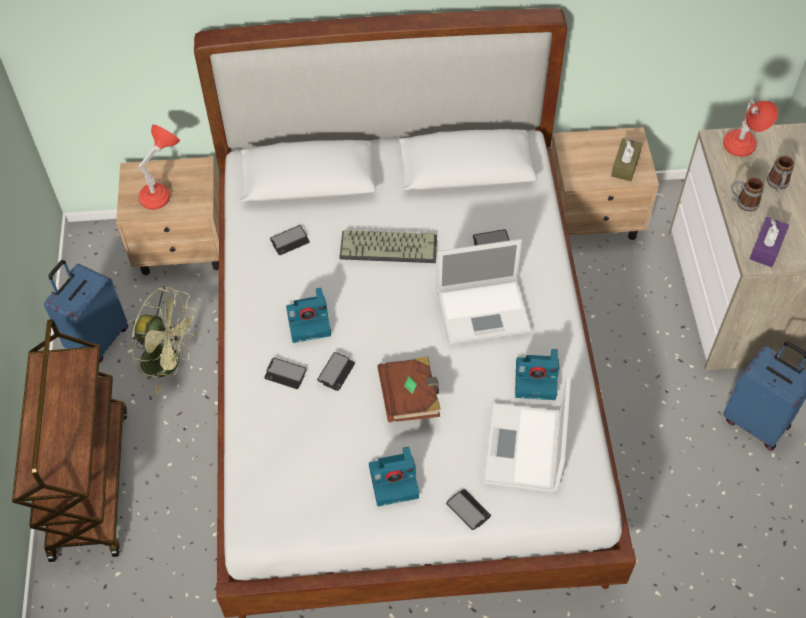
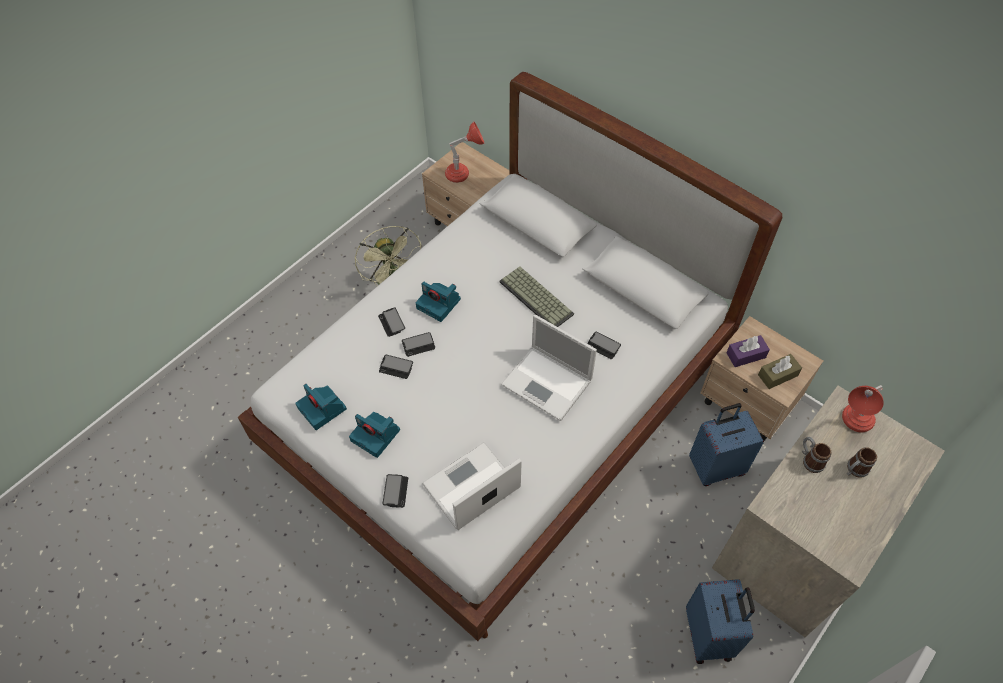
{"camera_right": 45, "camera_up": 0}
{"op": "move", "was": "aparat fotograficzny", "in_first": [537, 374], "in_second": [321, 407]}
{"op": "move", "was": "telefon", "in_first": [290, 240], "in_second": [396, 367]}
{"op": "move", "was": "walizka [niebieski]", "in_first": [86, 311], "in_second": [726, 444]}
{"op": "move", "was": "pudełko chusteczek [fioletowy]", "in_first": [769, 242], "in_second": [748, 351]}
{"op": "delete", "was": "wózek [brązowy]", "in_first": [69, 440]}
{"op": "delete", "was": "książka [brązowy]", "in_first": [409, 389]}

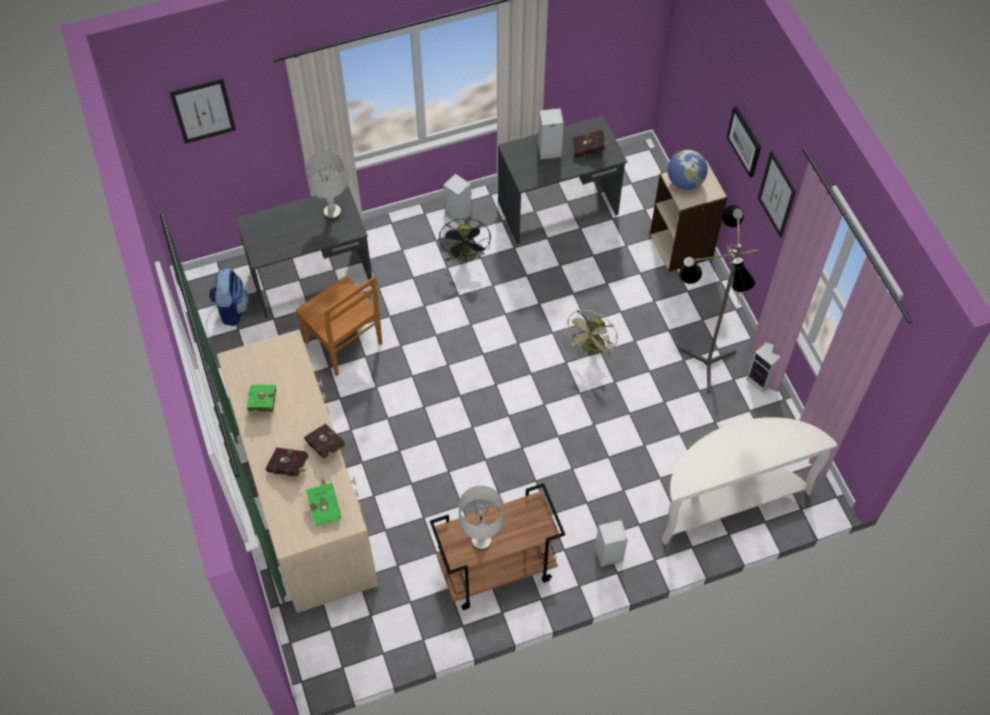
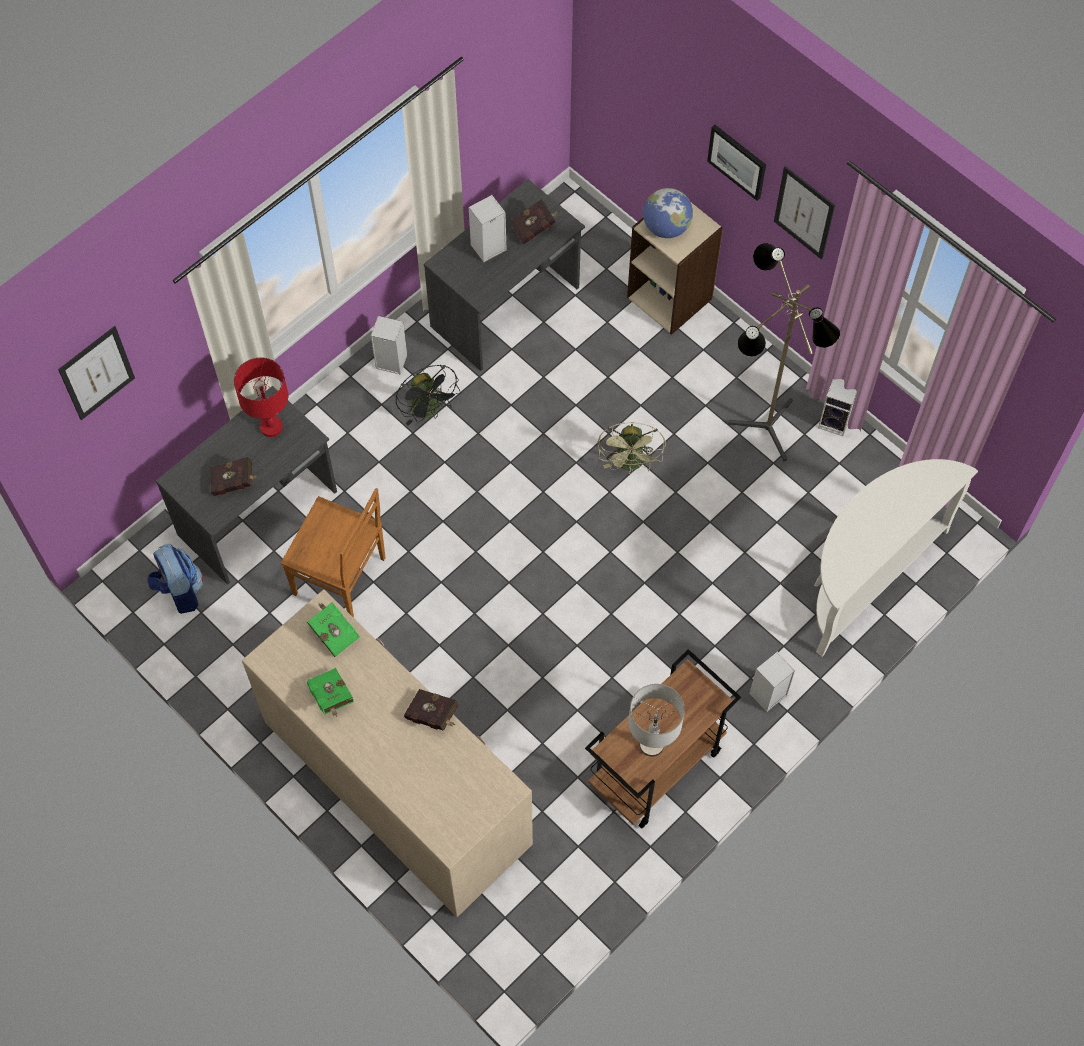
{"camera_right": -25, "camera_up": 5}
{"op": "move", "was": "książka [czerwony]", "in_first": [287, 462], "in_second": [234, 476]}
{"op": "recolor", "was": "lampa stołowa [szary]", "now": "lampa stołowa [czerwony]", "in_first": [326, 185], "in_second": [261, 397]}
{"op": "move", "was": "książka [zielony]", "in_first": [323, 502], "in_second": [333, 629]}

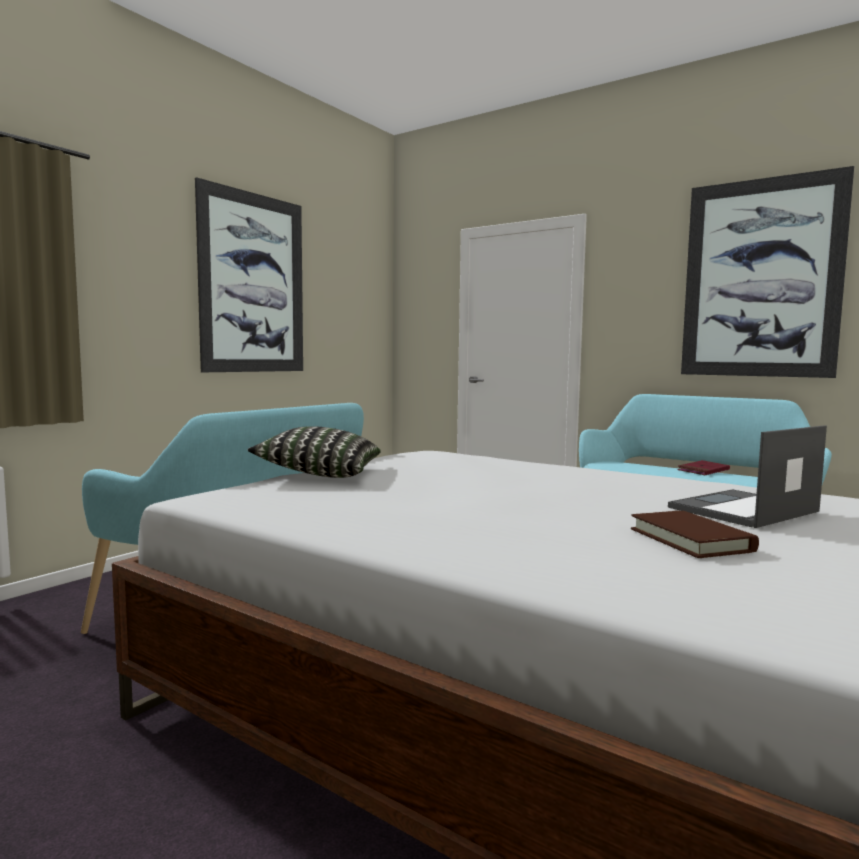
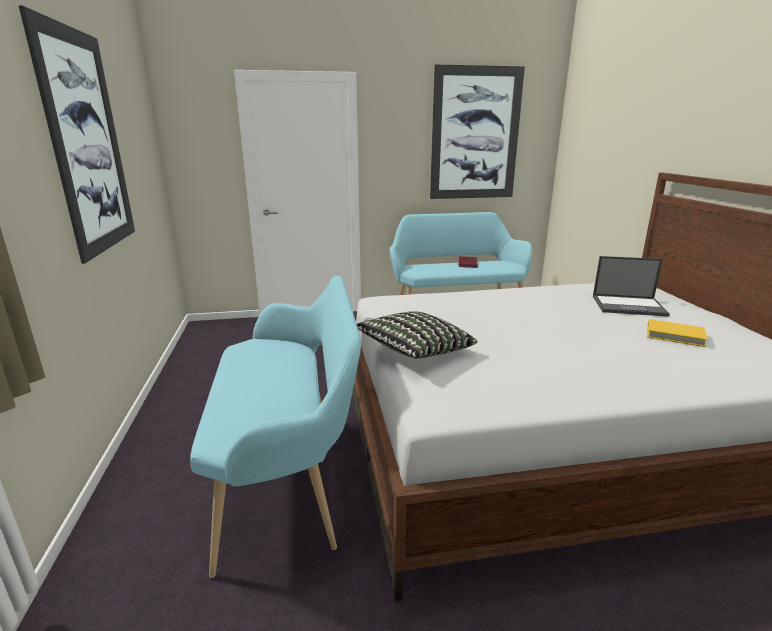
{"camera_right": -45, "camera_up": 15}
{"op": "rotate", "was": "laptop", "in_first": [747, 476], "in_second": [631, 286], "clockwise": -90}
{"op": "recolor", "was": "książka [brązowy]", "now": "książka [żółty]", "in_first": [695, 534], "in_second": [677, 333]}

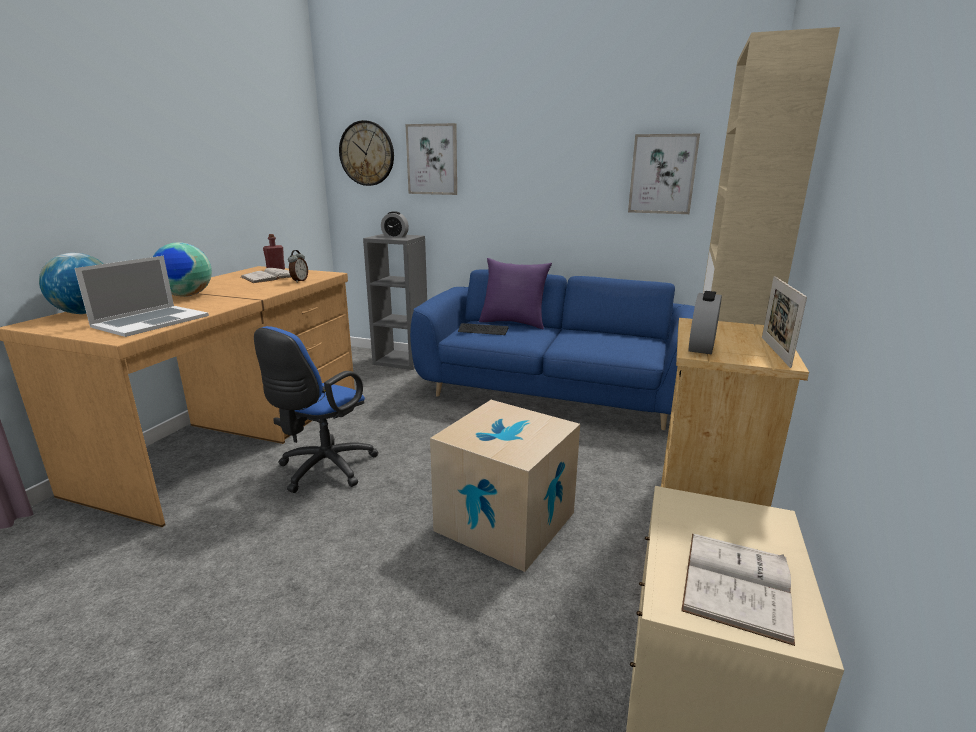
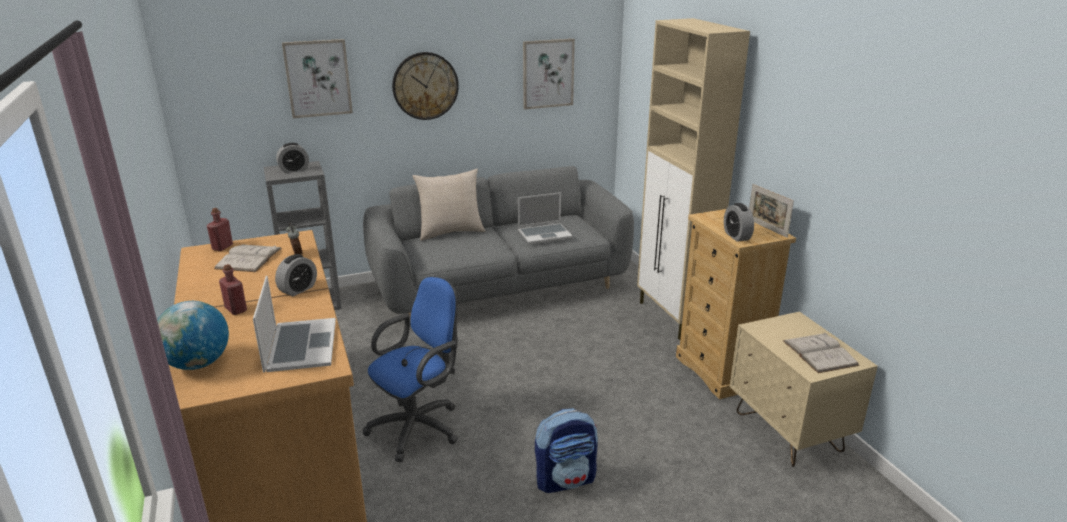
{"camera_right": -40, "camera_up": 5}
{"op": "replace", "was": "globus", "now": "butelka [czerwony]", "in_first": [182, 269], "in_second": [233, 289]}
{"op": "insert", "now": "budzik", "in_second": [296, 275]}
{"op": "recolor", "was": "kanapa [niebieski]", "now": "kanapa [szary]", "in_first": [552, 350], "in_second": [498, 241]}
{"op": "rotate", "was": "krzesło biurowe [niebieski]", "in_first": [316, 409], "in_second": [410, 369], "clockwise": -120}
{"op": "move", "was": "zegar ścienny", "in_first": [366, 153], "in_second": [425, 86]}
{"op": "recolor", "was": "poduszka [fioletowy]", "now": "poduszka [beżowy]", "in_first": [515, 293], "in_second": [449, 204]}
{"op": "insert", "now": "laptop", "in_second": [545, 218]}
{"op": "insert", "now": "plecak", "in_second": [566, 450]}
{"op": "delete", "was": "karton", "in_first": [505, 486]}
{"op": "delete", "was": "klawiatura", "in_first": [483, 329]}

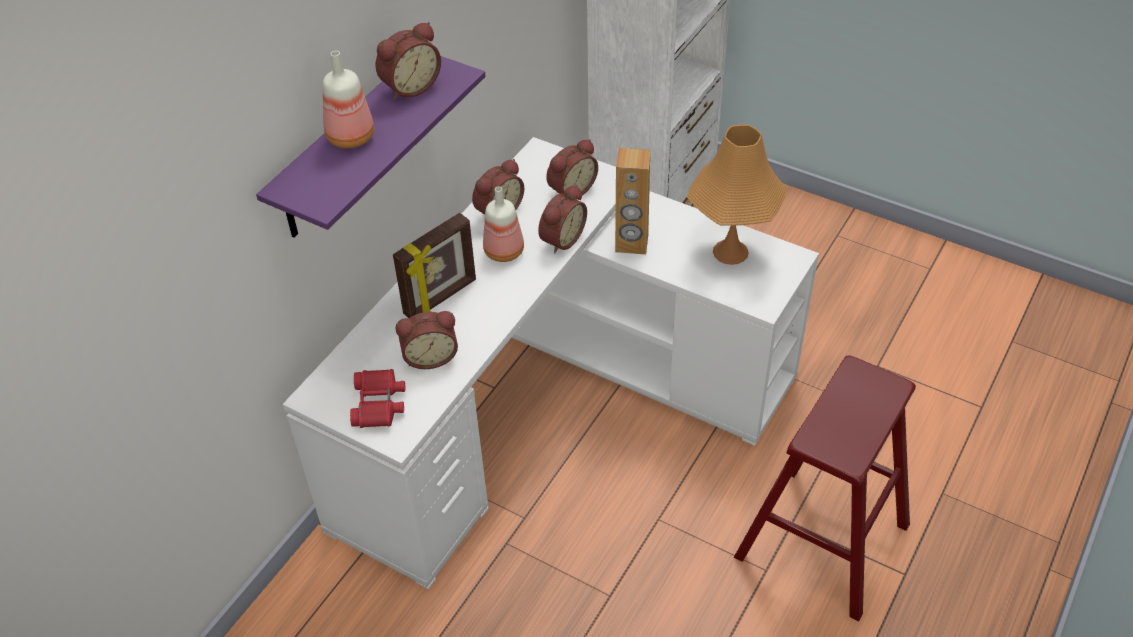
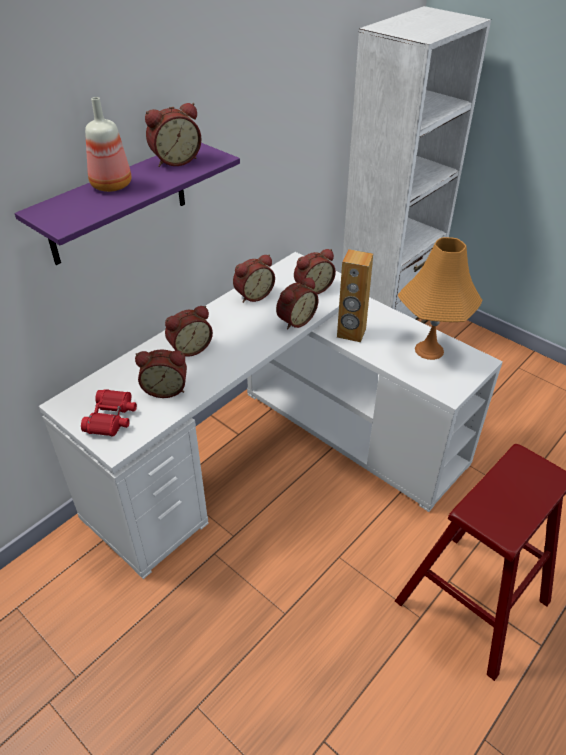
{"camera_right": 10, "camera_up": -5}
{"op": "replace", "was": "ramka na zdjęcie", "now": "budzik", "in_first": [434, 265], "in_second": [189, 331]}
{"op": "delete", "was": "butelka", "in_first": [503, 224]}

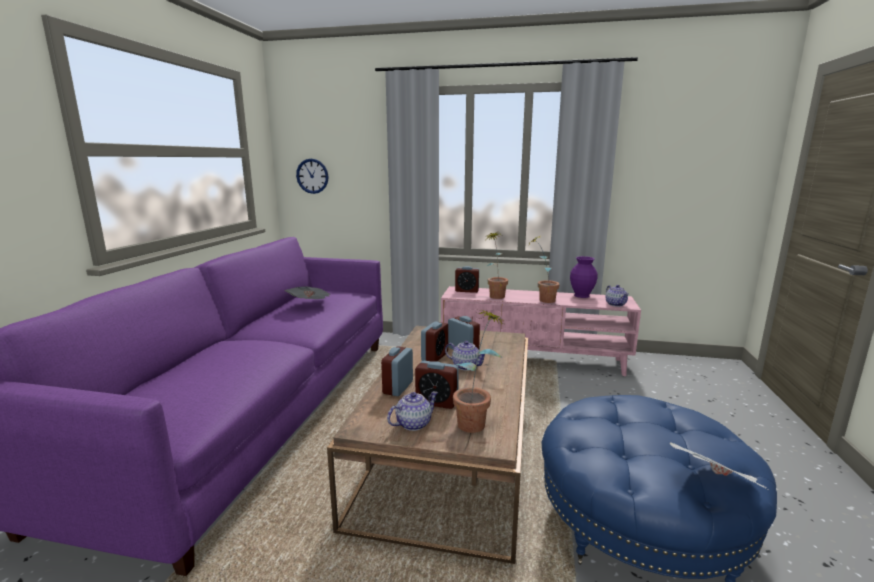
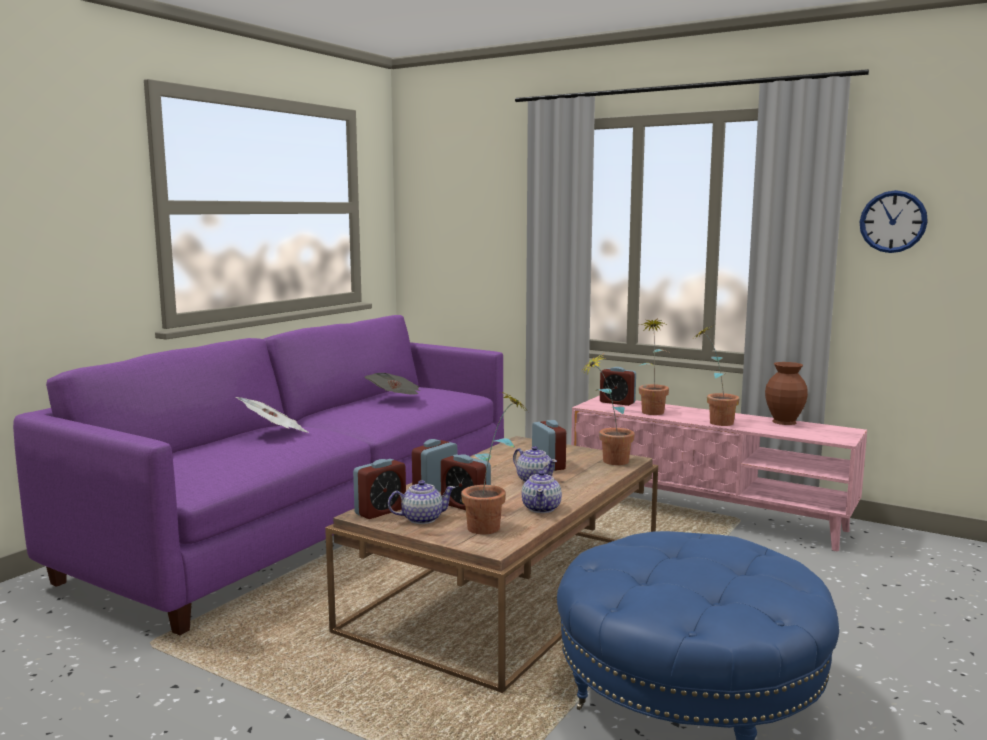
{"camera_right": 20, "camera_up": -5}
{"op": "move", "was": "gazeta", "in_first": [720, 467], "in_second": [273, 415]}
{"op": "move", "was": "budzik", "in_first": [434, 341], "in_second": [379, 489]}
{"op": "move", "was": "imbryk", "in_first": [617, 296], "in_second": [542, 492]}
{"op": "insert", "now": "roślina doniczkowa", "in_second": [608, 410]}
{"op": "recolor", "was": "wazon [fioletowy]", "now": "wazon [brązowy]", "in_first": [584, 277], "in_second": [786, 393]}
{"op": "move", "was": "zegar ścienny", "in_first": [312, 176], "in_second": [894, 221]}

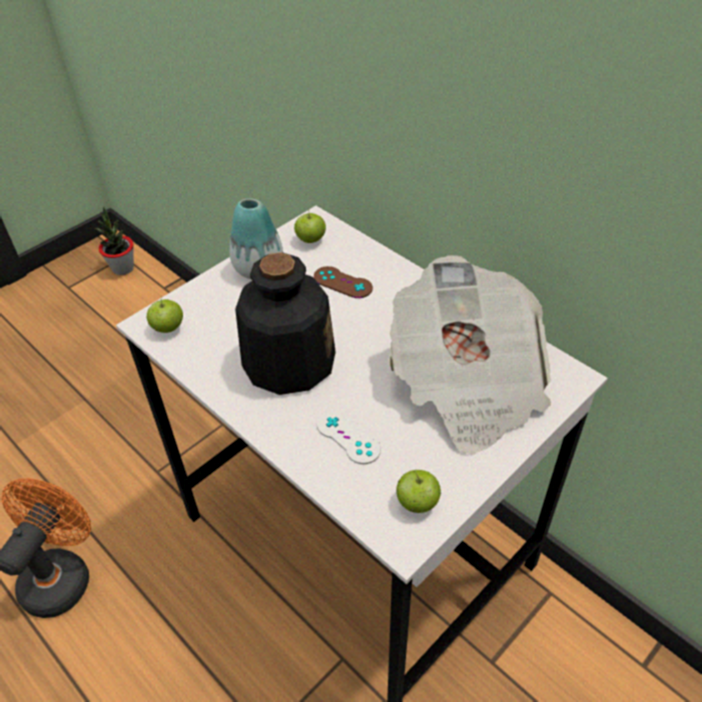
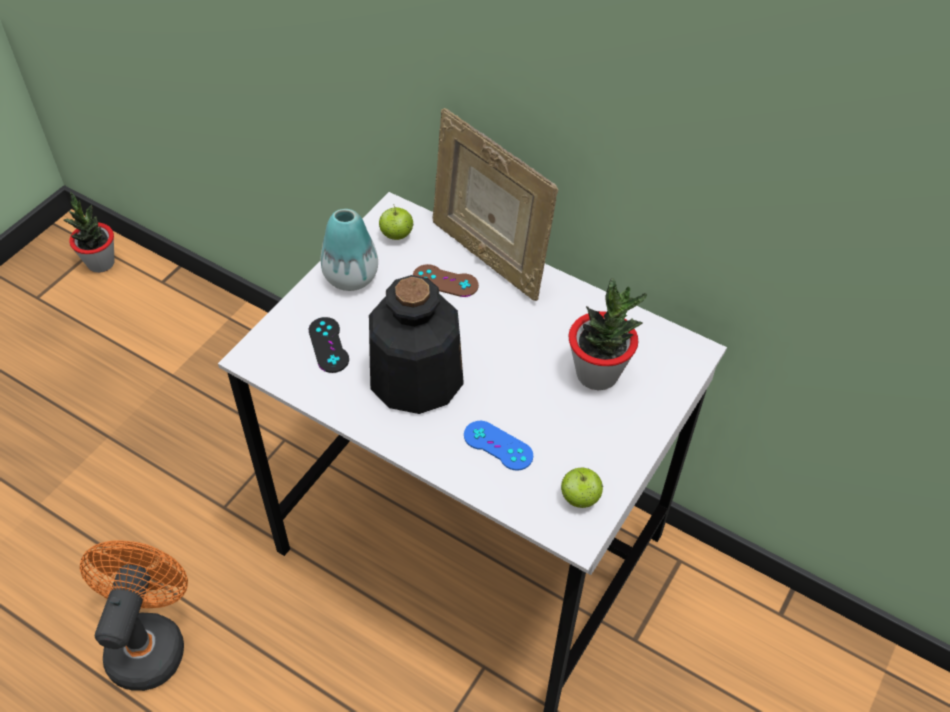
{"camera_right": -15, "camera_up": 5}
{"op": "insert", "now": "pad do gier [czarny]", "in_second": [329, 345]}
{"op": "insert", "now": "ramka na zdjęcie", "in_second": [495, 204]}
{"op": "recolor", "was": "pad do gier [biały]", "now": "pad do gier [niebieski]", "in_first": [349, 437], "in_second": [498, 446]}
{"op": "replace", "was": "gazeta", "now": "roślina doniczkowa", "in_first": [469, 355], "in_second": [608, 334]}
{"op": "delete", "was": "jabłko", "in_first": [164, 316]}

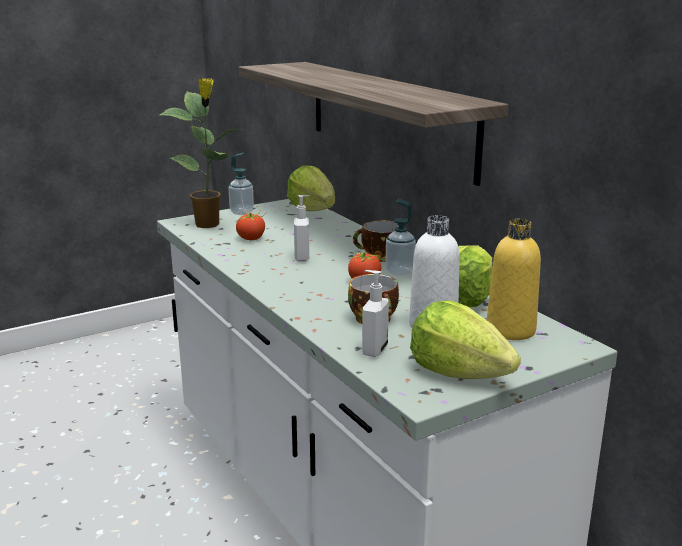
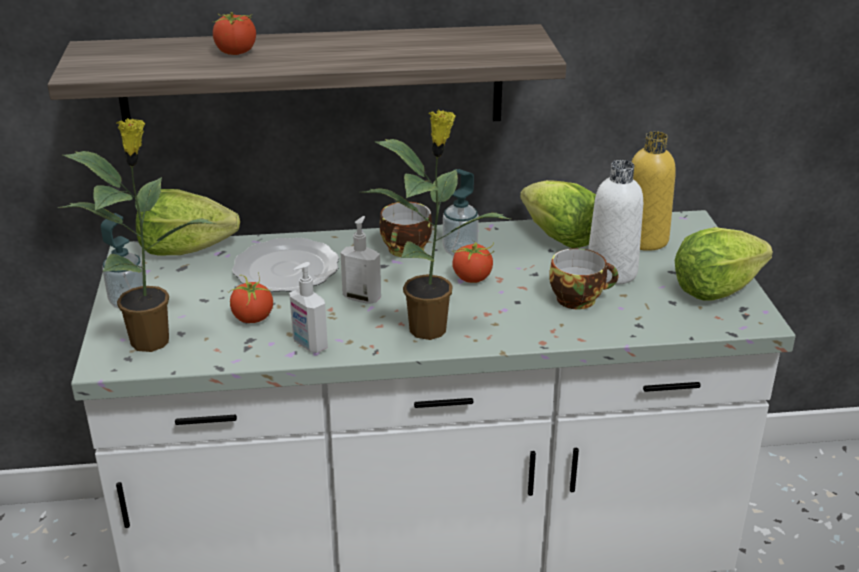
{"camera_right": -65, "camera_up": 10}
{"op": "insert", "now": "pomidor", "in_second": [234, 33]}
{"op": "insert", "now": "talerz", "in_second": [285, 265]}
{"op": "move", "was": "dozownik mydła", "in_first": [375, 313], "in_second": [308, 307]}
{"op": "insert", "now": "roślina doniczkowa", "in_second": [435, 225]}

